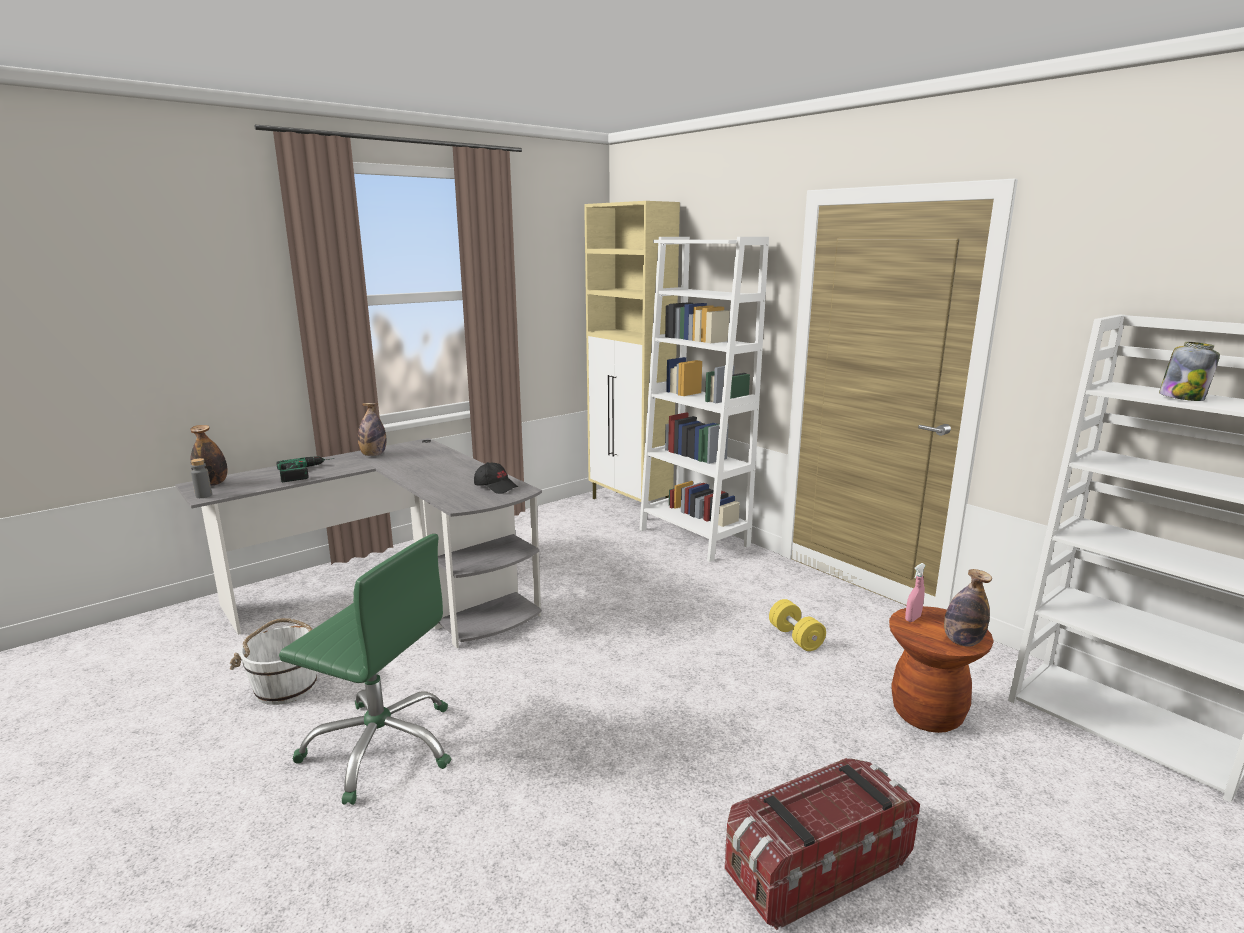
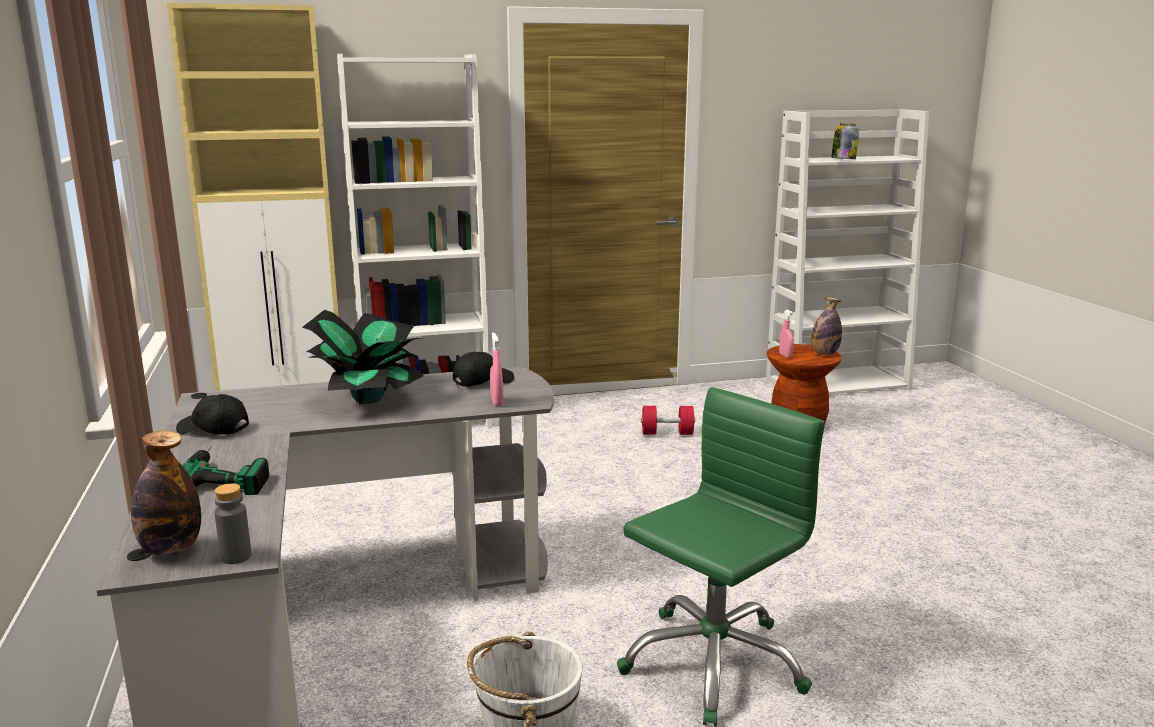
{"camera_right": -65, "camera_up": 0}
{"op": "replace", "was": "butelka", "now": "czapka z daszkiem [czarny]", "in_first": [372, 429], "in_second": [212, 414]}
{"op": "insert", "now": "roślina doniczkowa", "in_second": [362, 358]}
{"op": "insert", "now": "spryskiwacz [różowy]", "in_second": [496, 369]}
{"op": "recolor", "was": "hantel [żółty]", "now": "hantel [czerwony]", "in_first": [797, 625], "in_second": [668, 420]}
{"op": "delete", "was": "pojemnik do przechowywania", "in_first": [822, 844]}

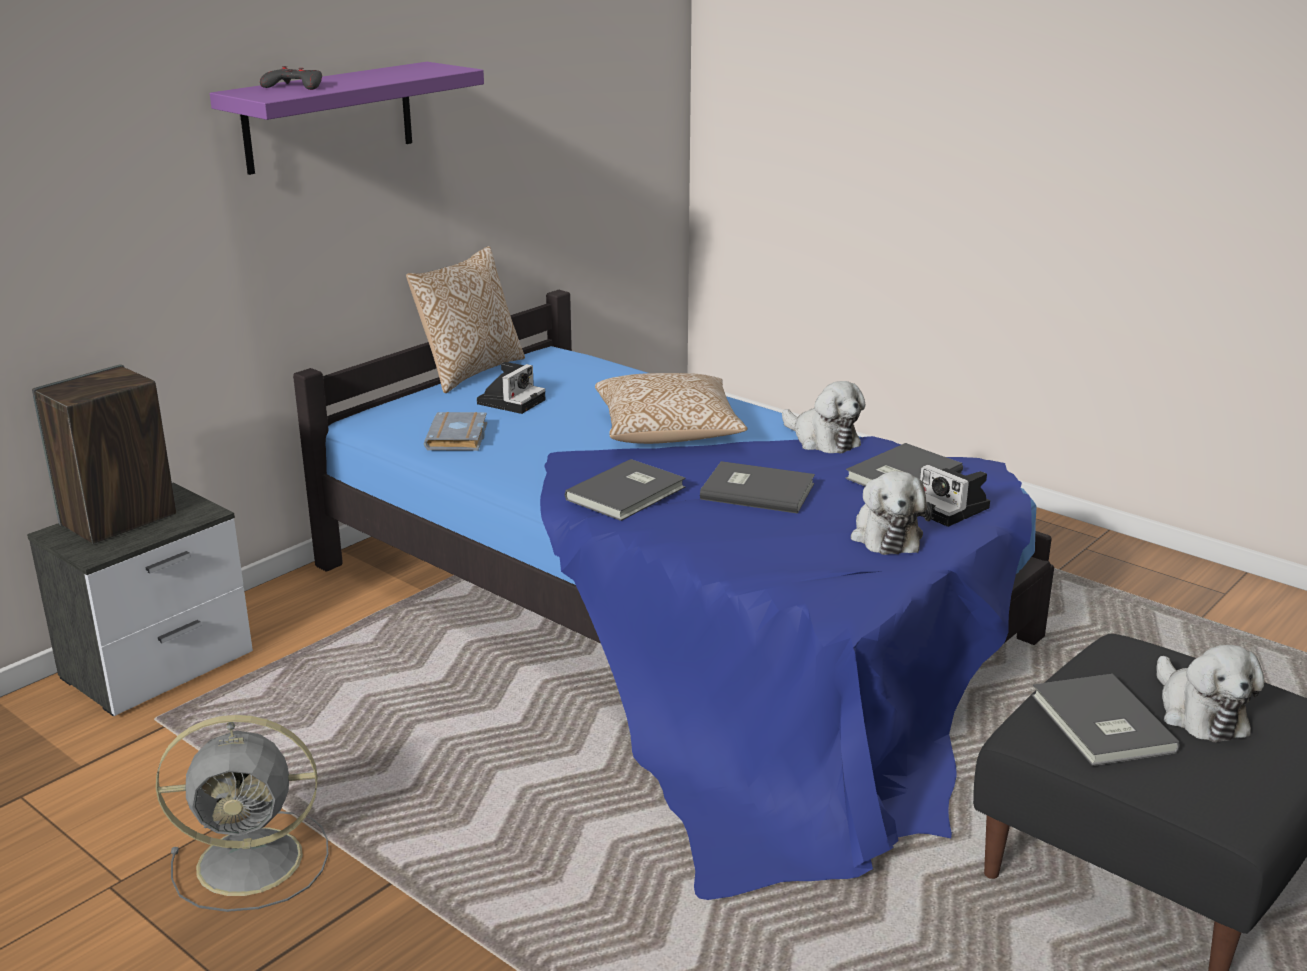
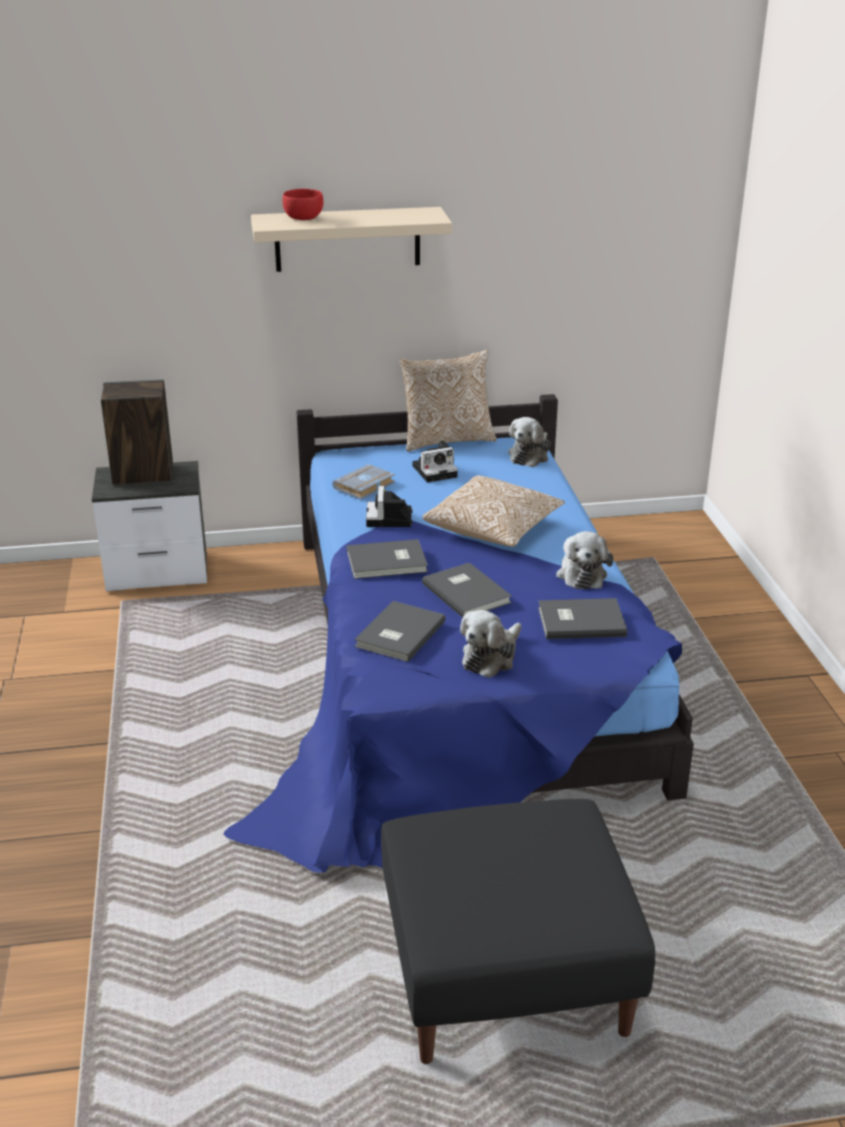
{"camera_right": 40, "camera_up": 5}
{"op": "recolor", "was": "półka [fioletowy]", "now": "półka [beżowy]", "in_first": [347, 118], "in_second": [351, 239]}
{"op": "replace", "was": "pad do gier [szary]", "now": "miska [czerwony]", "in_first": [291, 78], "in_second": [302, 204]}
{"op": "move", "was": "książka [szary]", "in_first": [1106, 720], "in_second": [400, 631]}
{"op": "move", "was": "aparat fotograficzny", "in_first": [955, 496], "in_second": [389, 506]}
{"op": "move", "was": "pluszak", "in_first": [1210, 693], "in_second": [529, 442]}
{"op": "delete", "was": "wentylator [szary]", "in_first": [242, 813]}

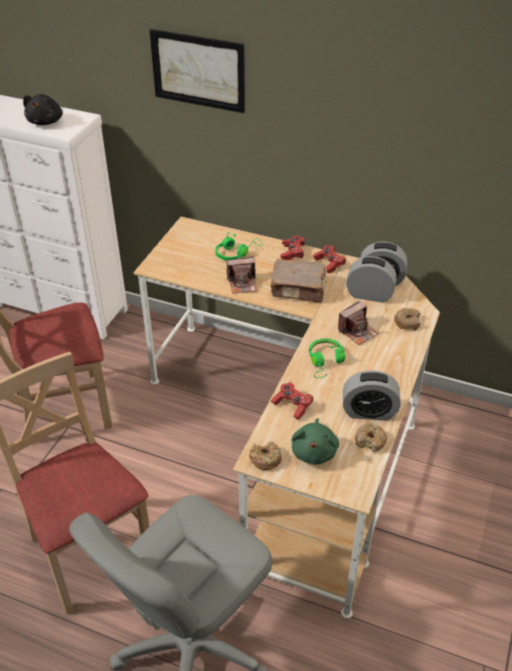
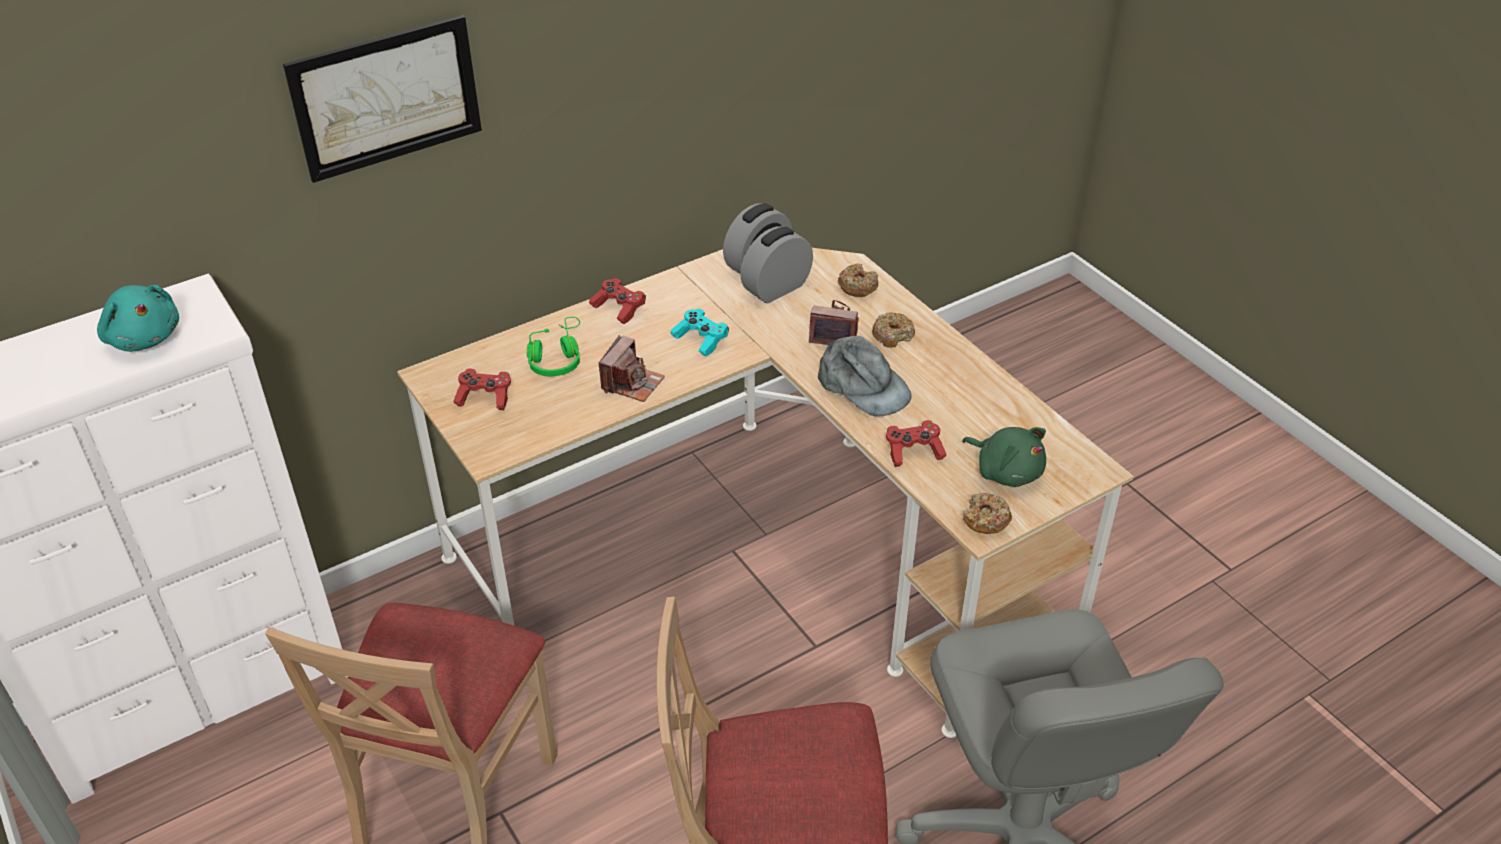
{"camera_right": -55, "camera_up": 0}
{"op": "recolor", "was": "pluszak [czarny]", "now": "pluszak [turkusowy]", "in_first": [43, 109], "in_second": [138, 318]}
{"op": "move", "was": "pad do gier [czerwony]", "in_first": [329, 259], "in_second": [482, 389]}
{"op": "replace", "was": "książka [brązowy]", "now": "pad do gier [turkusowy]", "in_first": [298, 280], "in_second": [700, 332]}
{"op": "rotate", "was": "aparat fotograficzny", "in_first": [358, 323], "in_second": [834, 322], "clockwise": -75}
{"op": "replace", "was": "słuchawki [zielony]", "now": "czapka z daszkiem [szary]", "in_first": [327, 358], "in_second": [865, 376]}
{"op": "move", "was": "donut", "in_first": [371, 437], "in_second": [893, 330]}
{"op": "delete", "was": "budzik", "in_first": [372, 395]}

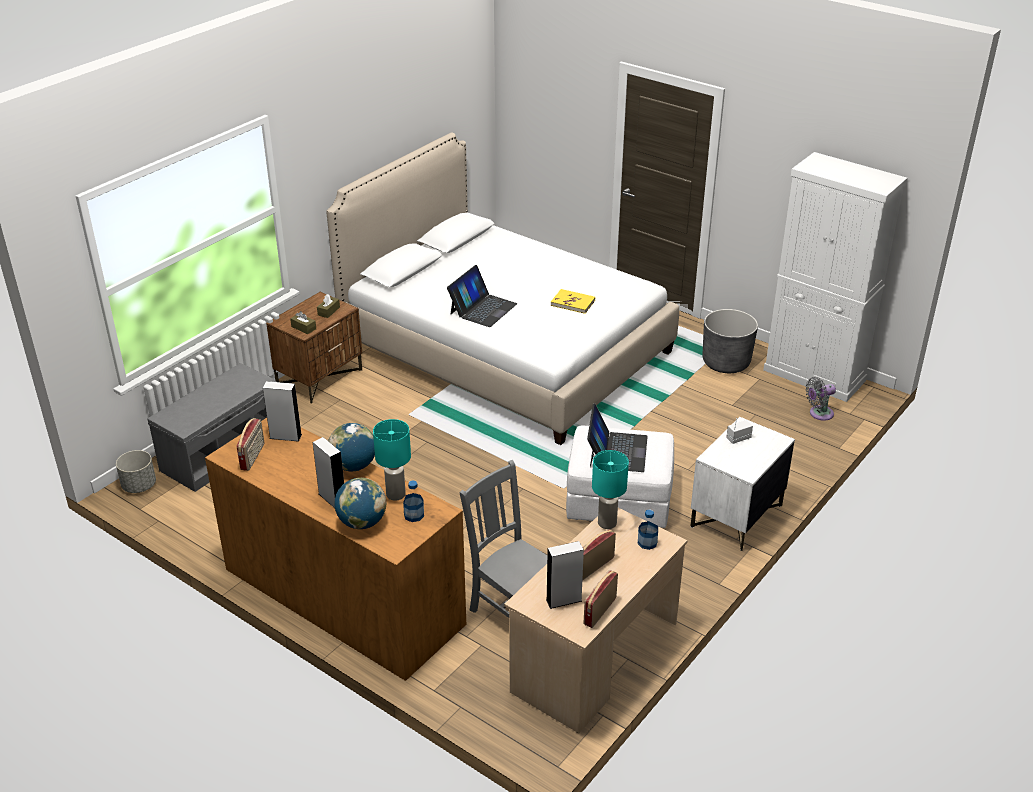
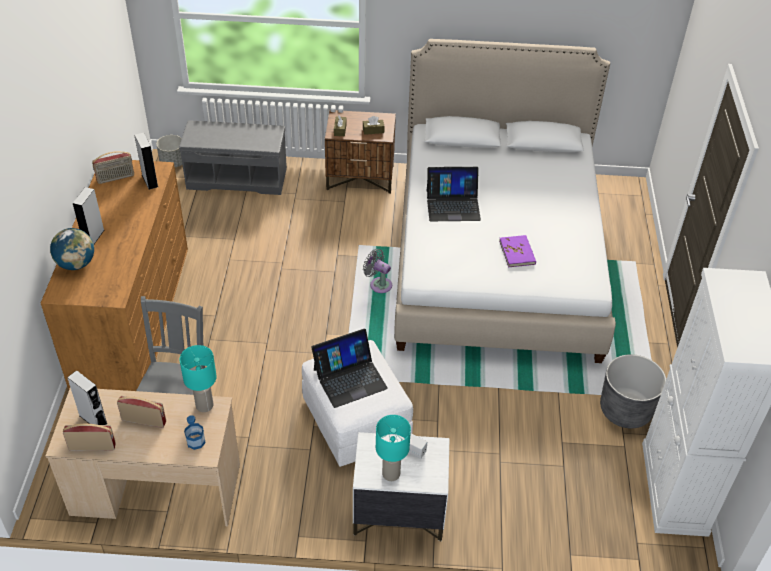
{"camera_right": 55, "camera_up": 10}
{"op": "move", "was": "wentylator [szary]", "in_first": [820, 399], "in_second": [377, 271]}
{"op": "move", "was": "lampa stołowa [turkusowy]", "in_first": [392, 460], "in_second": [393, 448]}
{"op": "recolor", "was": "książka [żółty]", "now": "książka [fioletowy]", "in_first": [573, 301], "in_second": [517, 251]}
{"op": "delete", "was": "globus", "in_first": [351, 447]}
{"op": "delete", "was": "butelka", "in_first": [413, 501]}

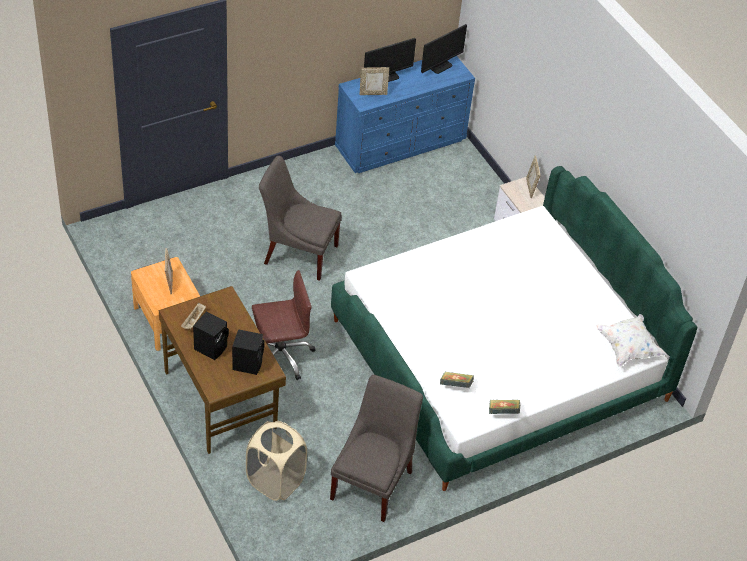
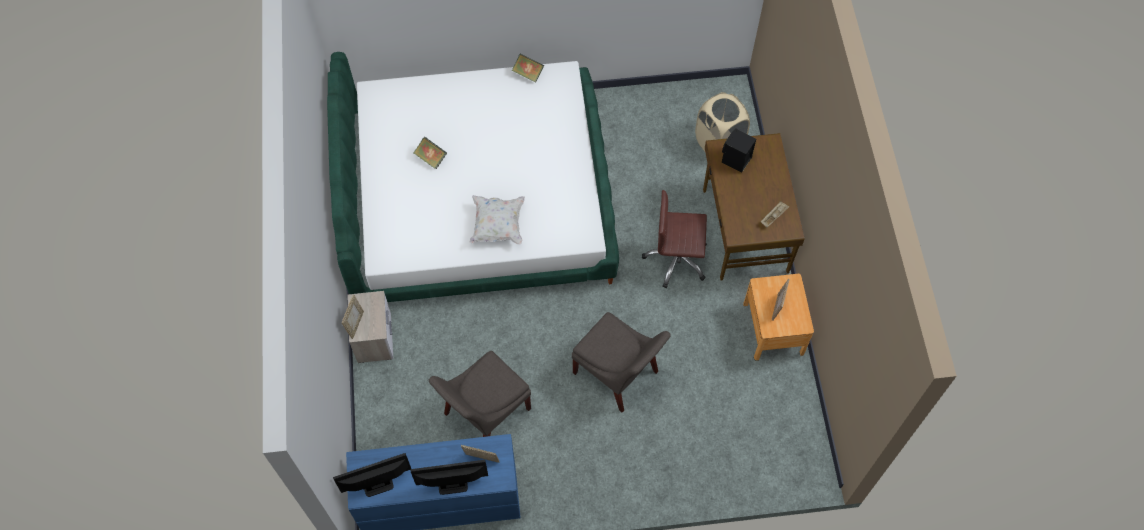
{"camera_right": -155, "camera_up": 15}
{"op": "move", "was": "książka", "in_first": [457, 380], "in_second": [430, 153]}
{"op": "move", "was": "krzesło [szary]", "in_first": [376, 448], "in_second": [480, 394]}
{"op": "move", "was": "poduszka [biały]", "in_first": [631, 340], "in_second": [497, 220]}
{"op": "delete", "was": "głośnik [czarny]", "in_first": [211, 335]}

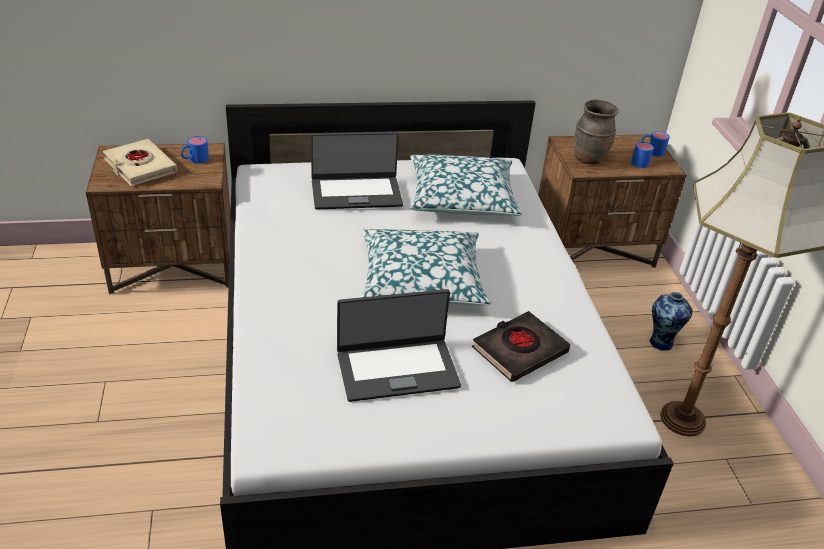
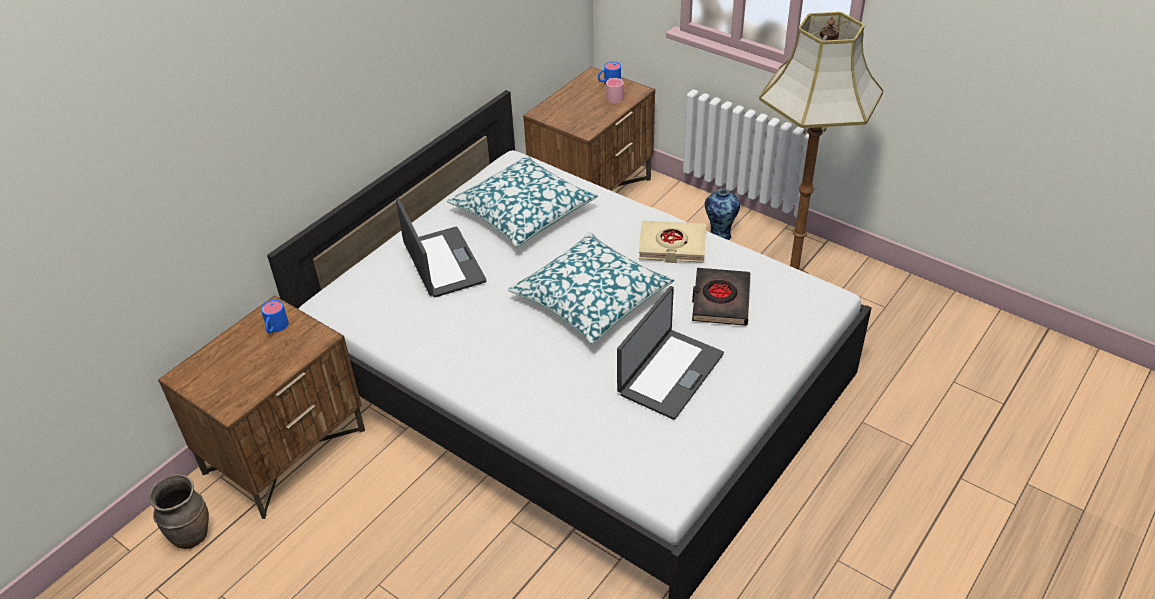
{"camera_right": -40, "camera_up": 5}
{"op": "move", "was": "wazon [brązowy]", "in_first": [596, 131], "in_second": [179, 511]}
{"op": "rotate", "was": "laptop", "in_first": [357, 171], "in_second": [441, 248], "clockwise": -60}
{"op": "recolor", "was": "kubek [niebieski]", "now": "kubek [różowy]", "in_first": [642, 155], "in_second": [615, 90]}
{"op": "move", "was": "książka [beżowy]", "in_first": [140, 162], "in_second": [672, 242]}

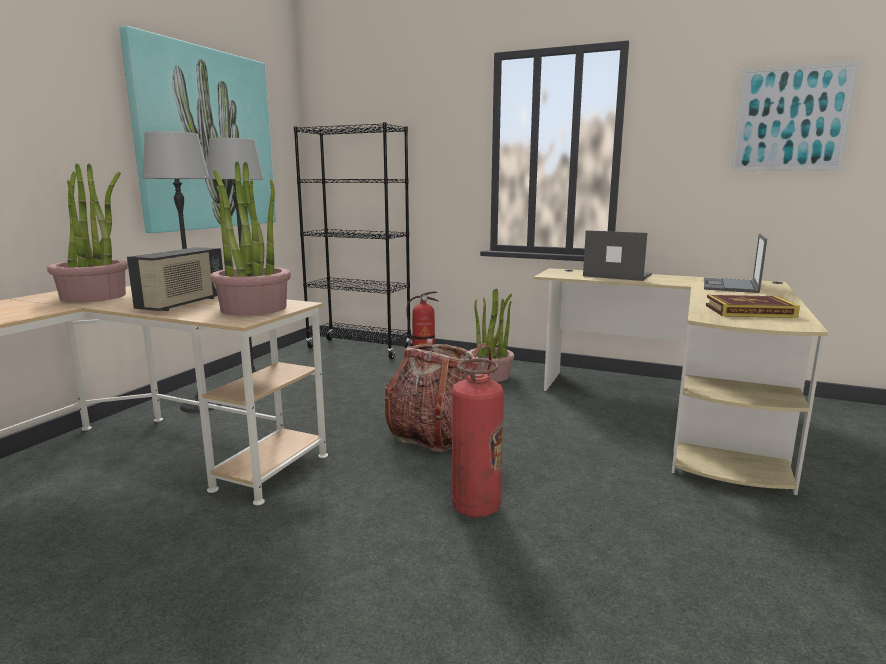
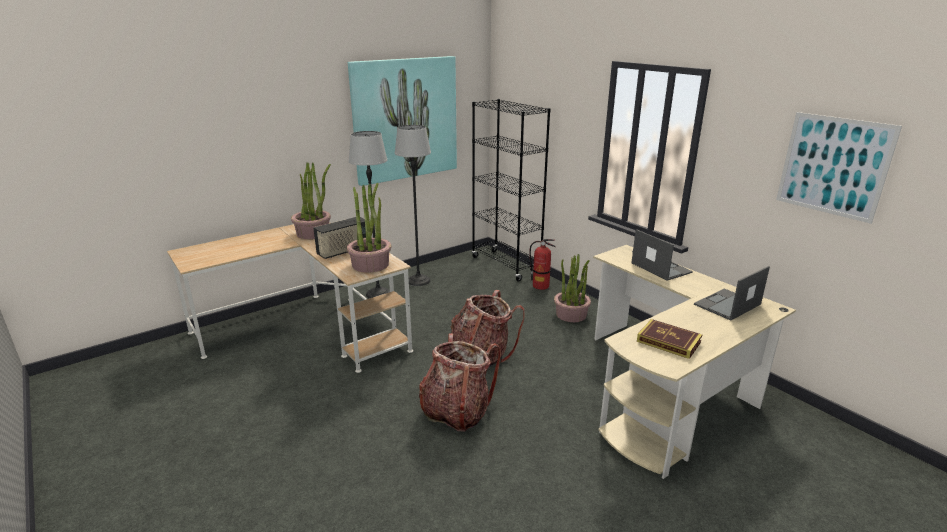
{"camera_right": 30, "camera_up": 10}
{"op": "replace", "was": "gaśnica", "now": "plecak", "in_first": [478, 438], "in_second": [460, 382]}

